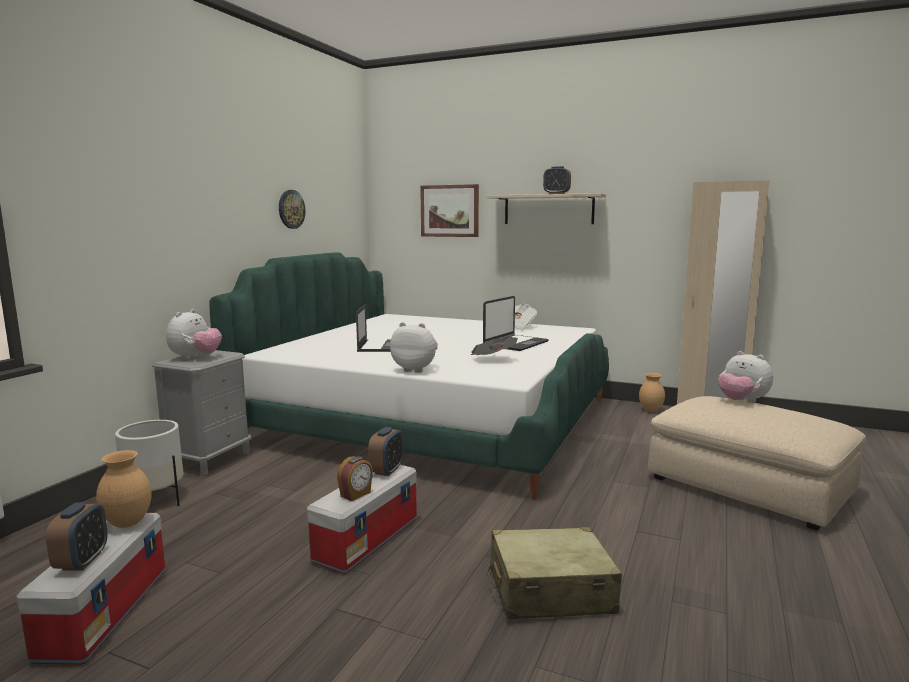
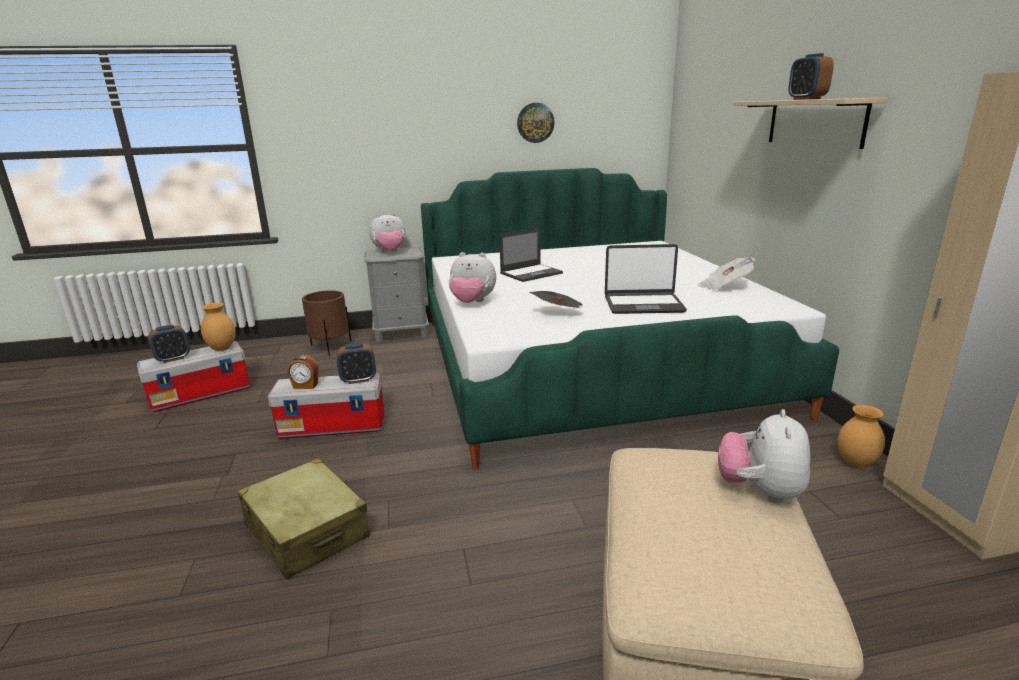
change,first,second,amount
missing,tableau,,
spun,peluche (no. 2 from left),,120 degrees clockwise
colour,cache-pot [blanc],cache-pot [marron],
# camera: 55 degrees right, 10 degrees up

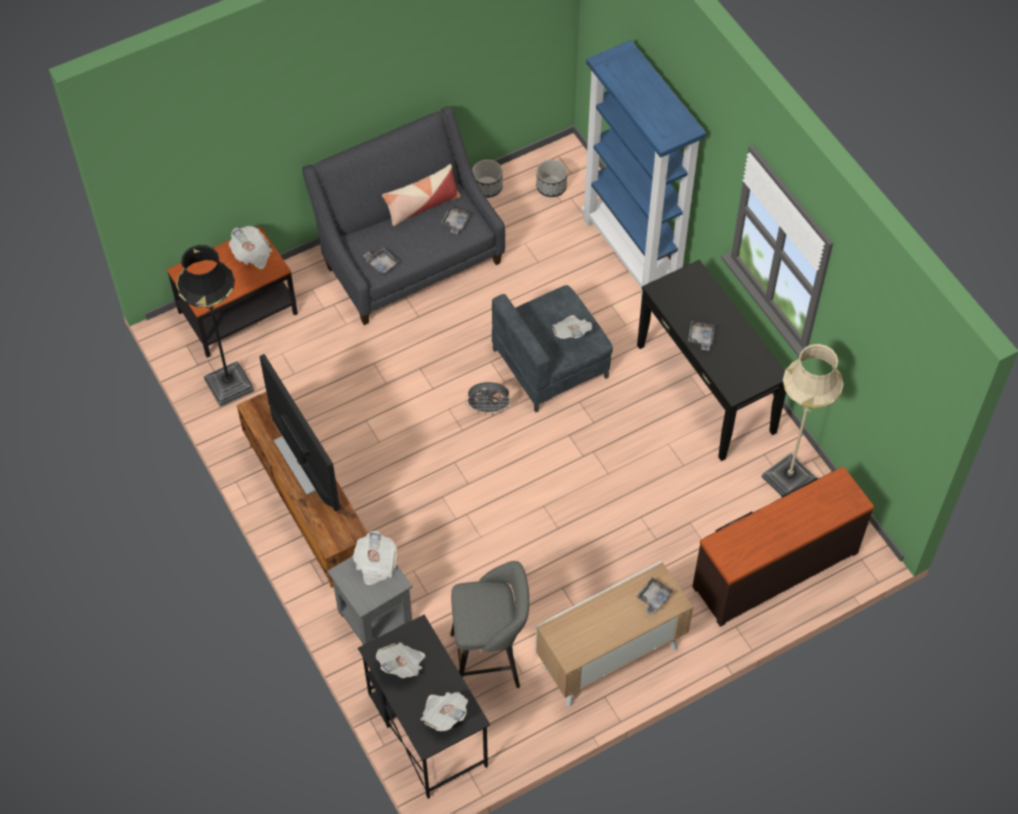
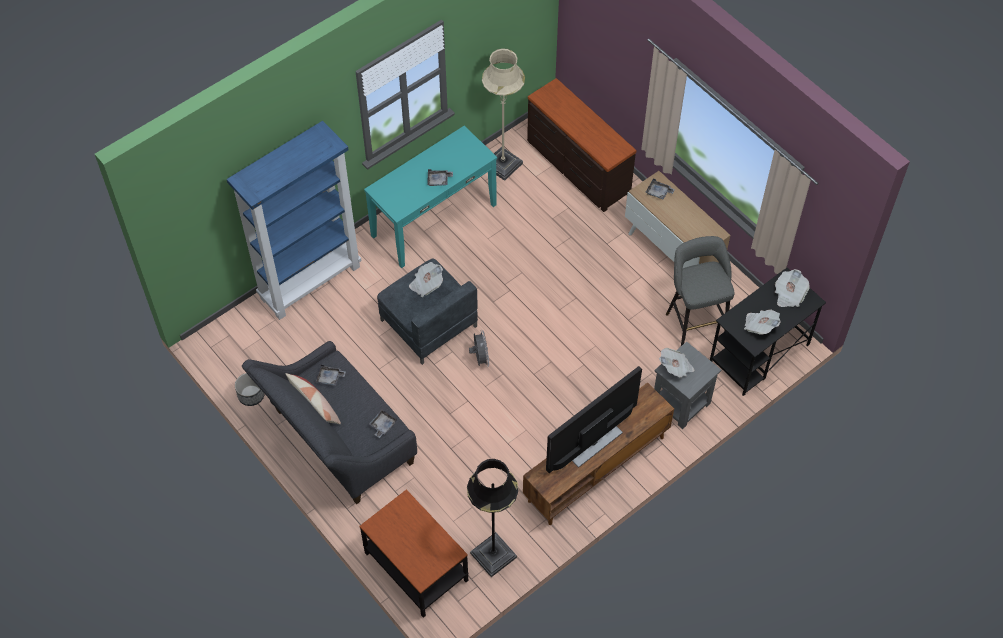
change,first,second,amount
missing,cache-pot (no. 2 from left),,
missing,journal (no. 1 from left),,
colour,table console [noir],table console [turquoise],
# camera: 100 degrees left, 0 degrees up

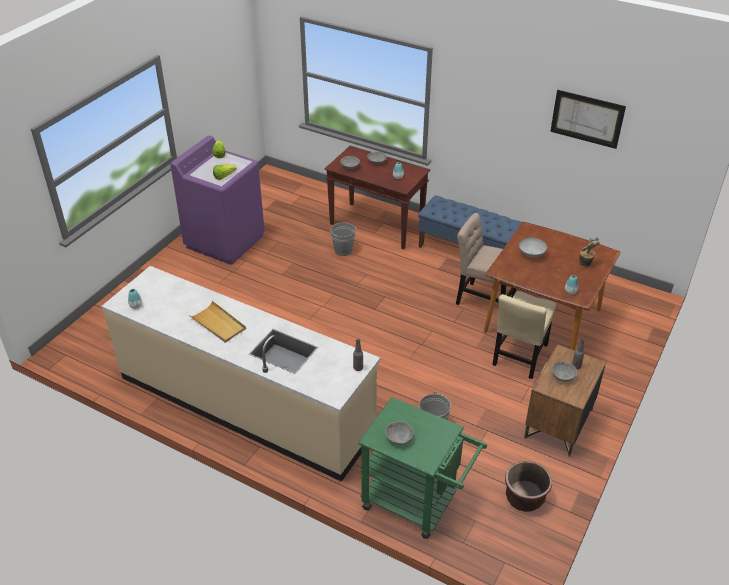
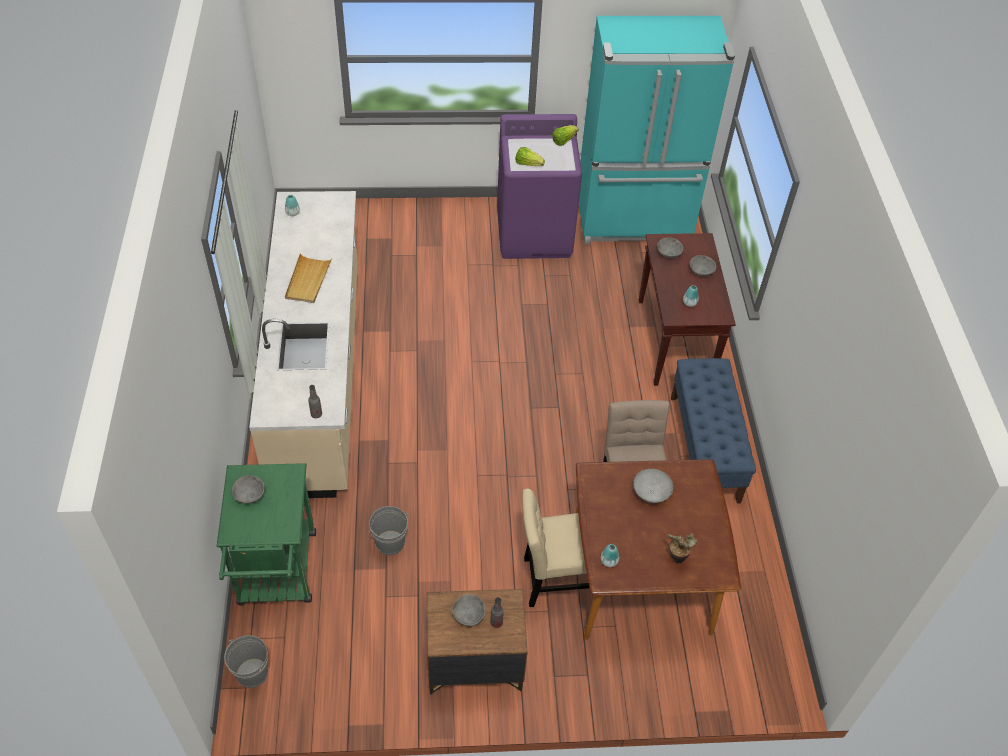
change,first,second,amount
missing,tableau,,
relocated,seau [gris] (no. 1 from left),,
missing,cache-pot [marron],,
appeared,,réfrigérateur [turquoise],
# camera: 55 degrees right, 10 degrees up

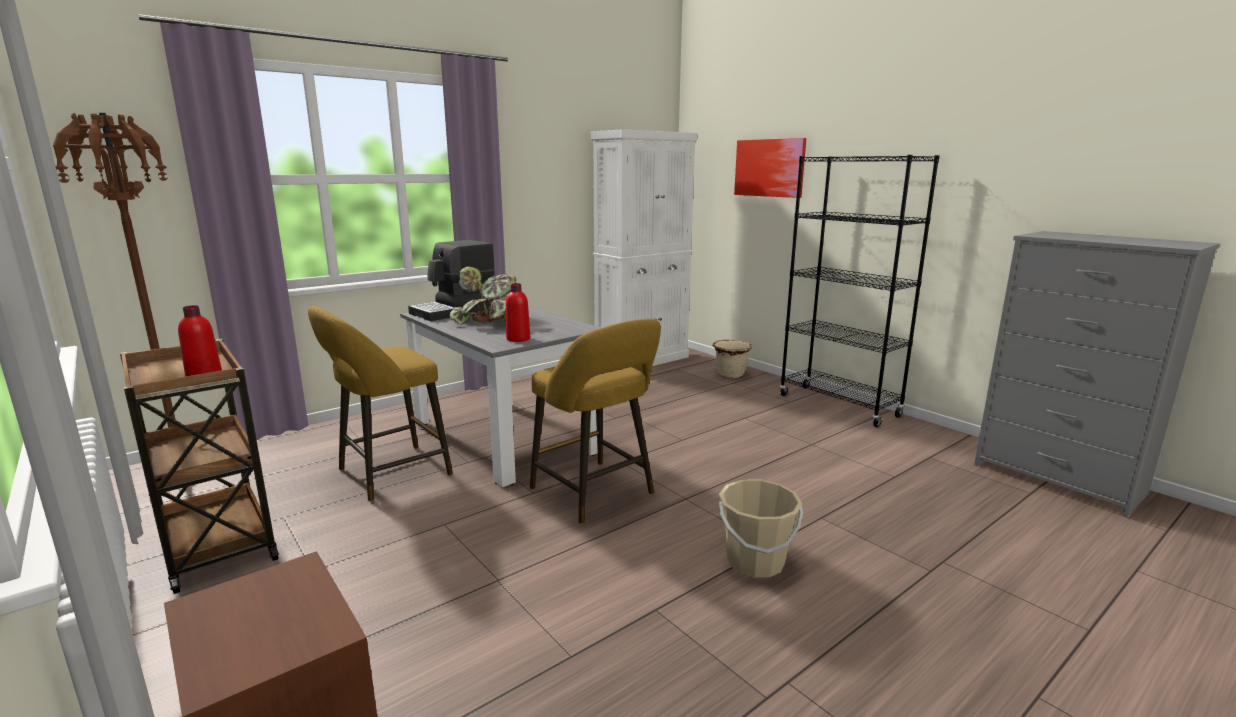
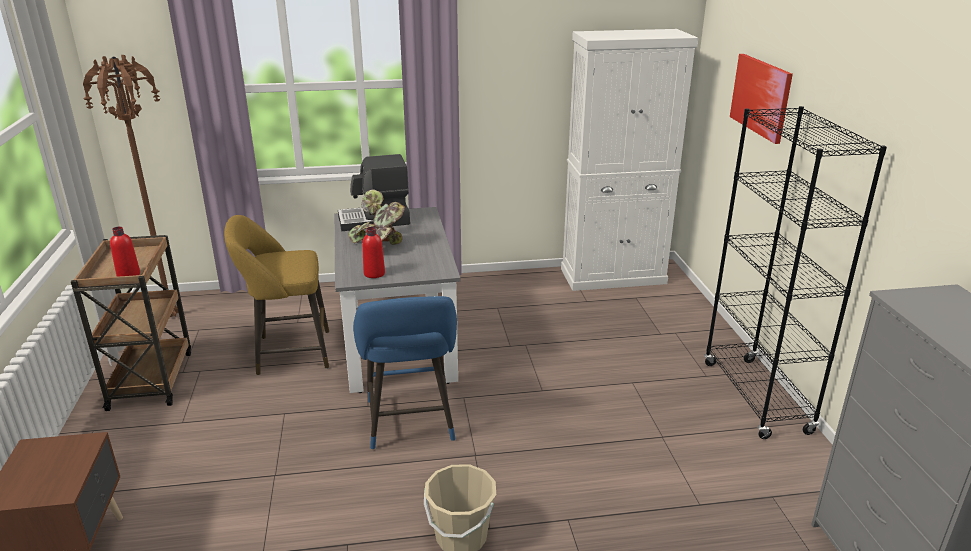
change,first,second,amount
colour,tabouret [jaune] (no. 2 from left),tabouret [bleu],
missing,cache-pot [beige],,
# camera: 30 degrees right, 10 degrees up

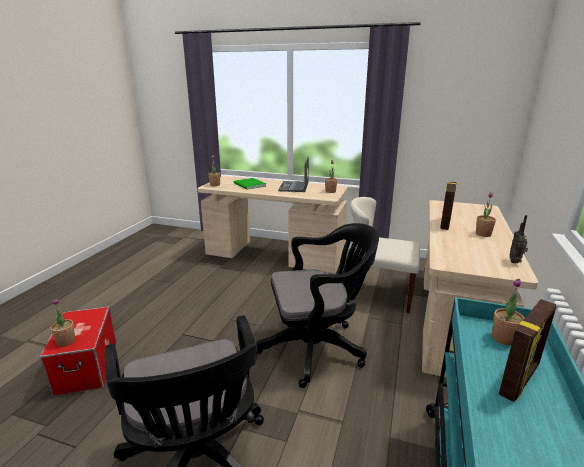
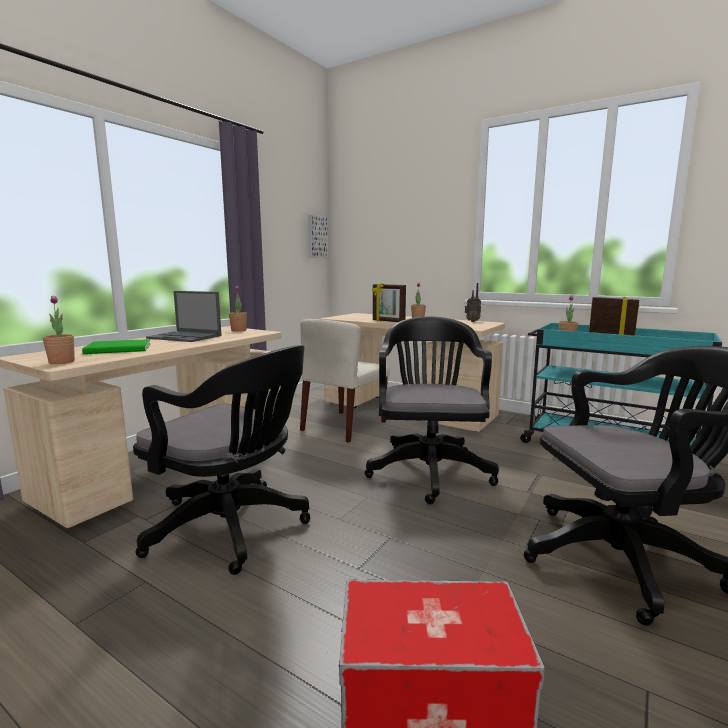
change,first,second,amount
missing,plante en pot (no. 1 from left),,
appeared,,tableau,
appeared,,chaise de bureau [noir] (no. 1 from left),
# camera: 75 degrees left, 10 degrees down

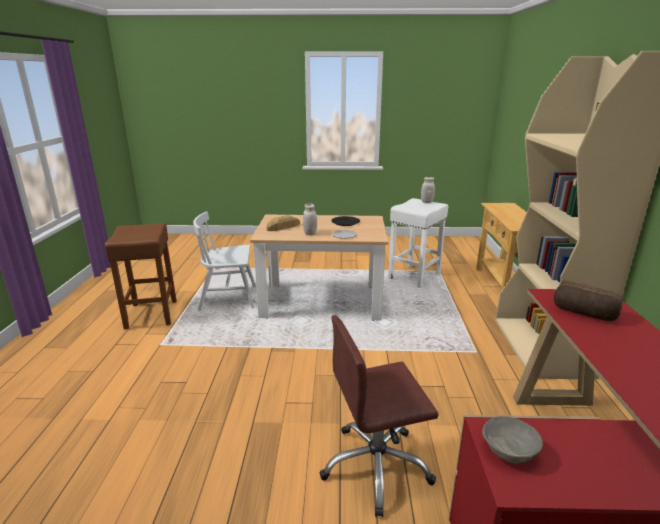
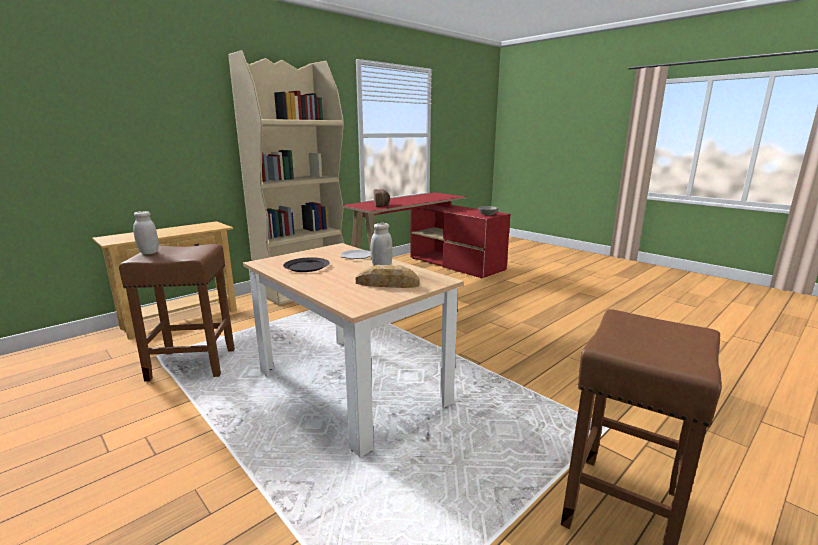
change,first,second,amount
colour,tabouret [blanc],tabouret [marron] (no. 1 from left),
missing,chaise [blanc],,
missing,chaise de bureau [marron],,
# camera: 135 degrees left, 5 degrees down

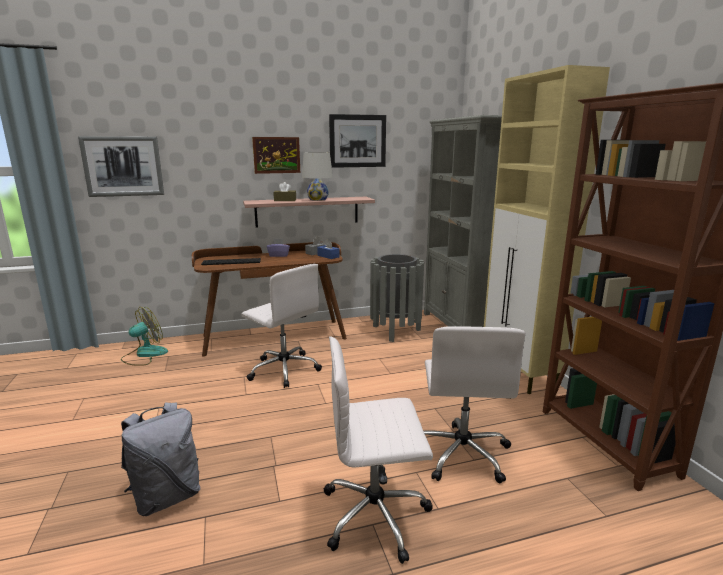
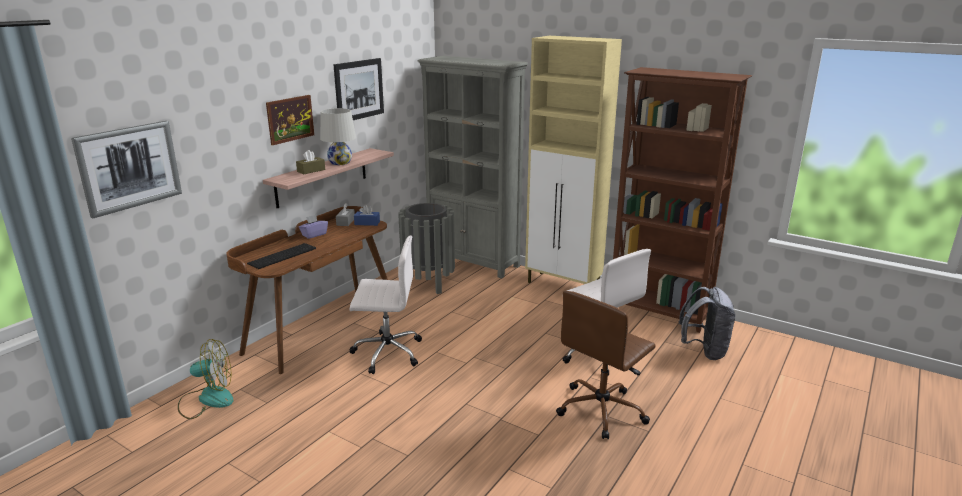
change,first,second,amount
spun,ventilateur,,75 degrees clockwise
colour,chaise de bureau [blanc] (no. 2 from left),chaise de bureau [marron],
relocated,sac à dos [gris],,
# camera: 40 degrees left, 5 degrees up

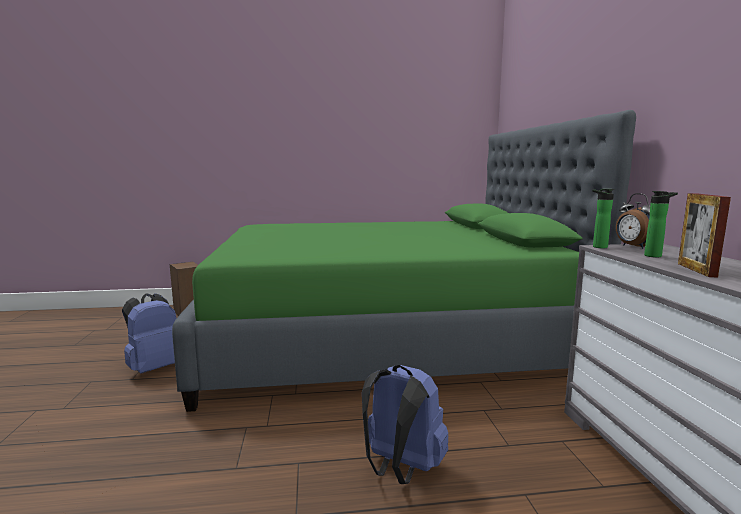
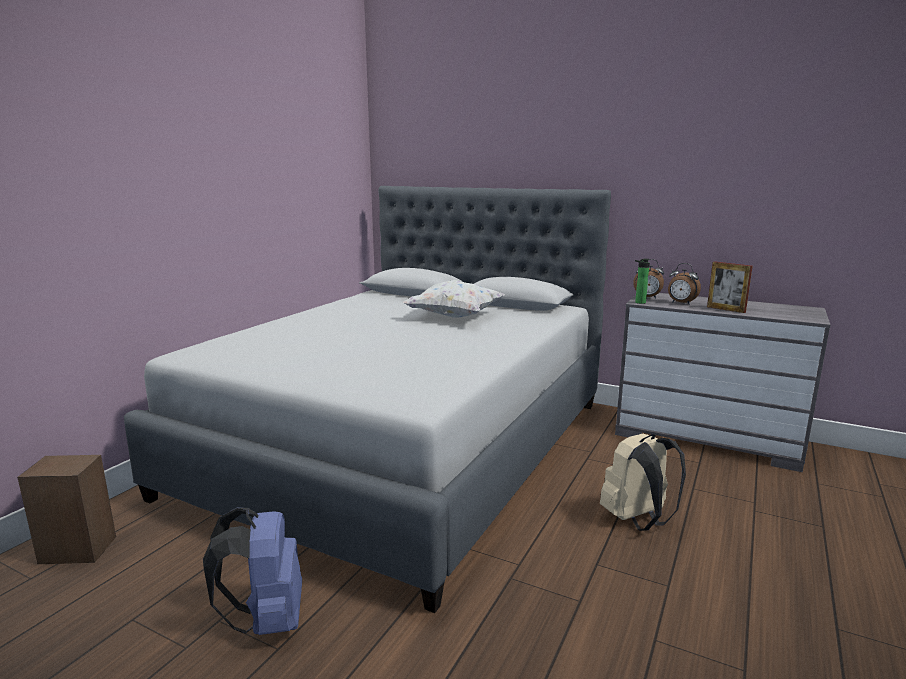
change,first,second,amount
colour,lit [vert],lit [gris],
exchanged,bouteille (no. 2 from left),réveil (no. 2 from left),
colour,sac à dos [bleu] (no. 2 from left),sac à dos [beige],
appeared,,coussin [blanc],
# camera: 55 degrees left, 5 degrees up

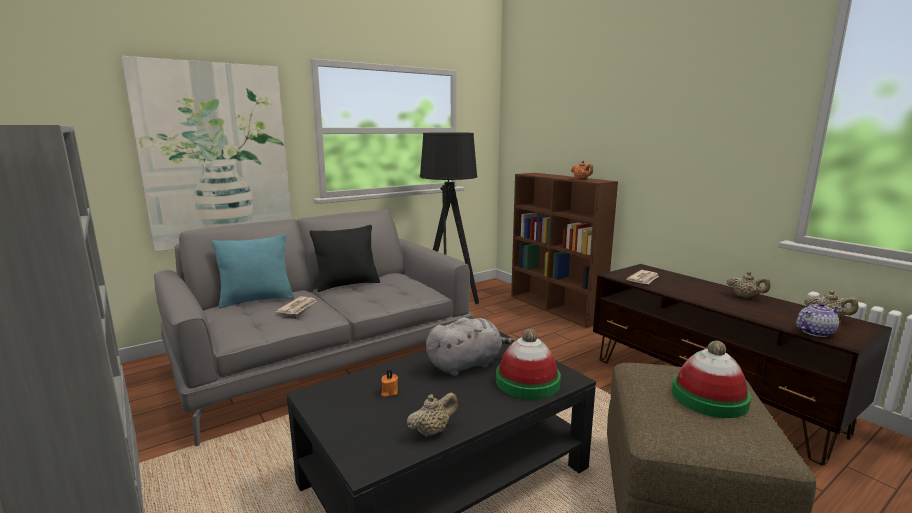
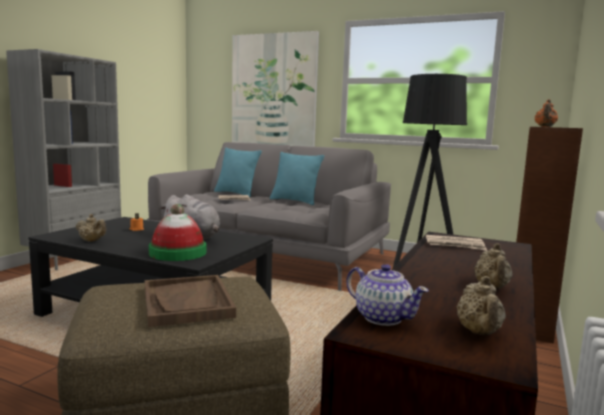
change,first,second,amount
colour,coussin [noir],coussin [turquoise] (no. 2 from left),
exchanged,chapeau (no. 2 from left),plateau [marron],
# camera: 60 degrees right, 5 degrees down

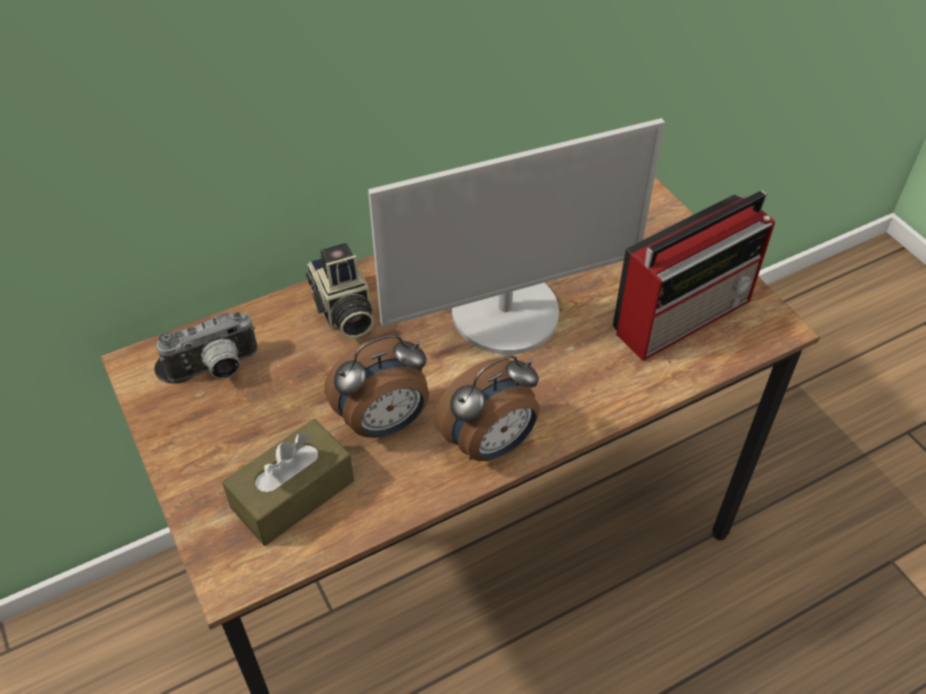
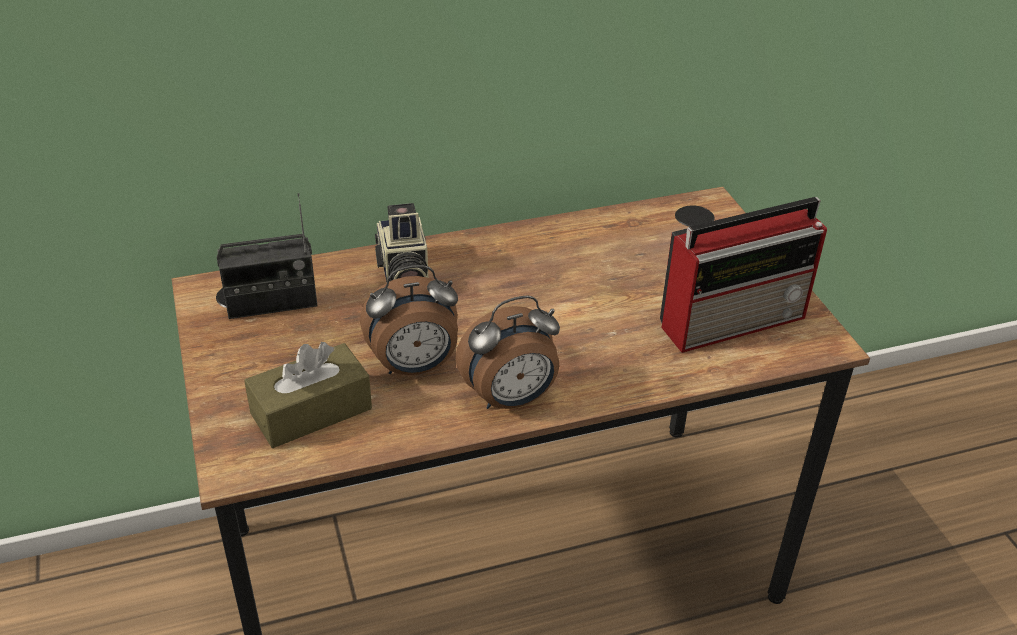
change,first,second,amount
missing,écran d'ordinateur,,
exchanged,appareil photo (no. 1 from left),radio (no. 1 from left),
# camera: 10 degrees right, 10 degrees down

